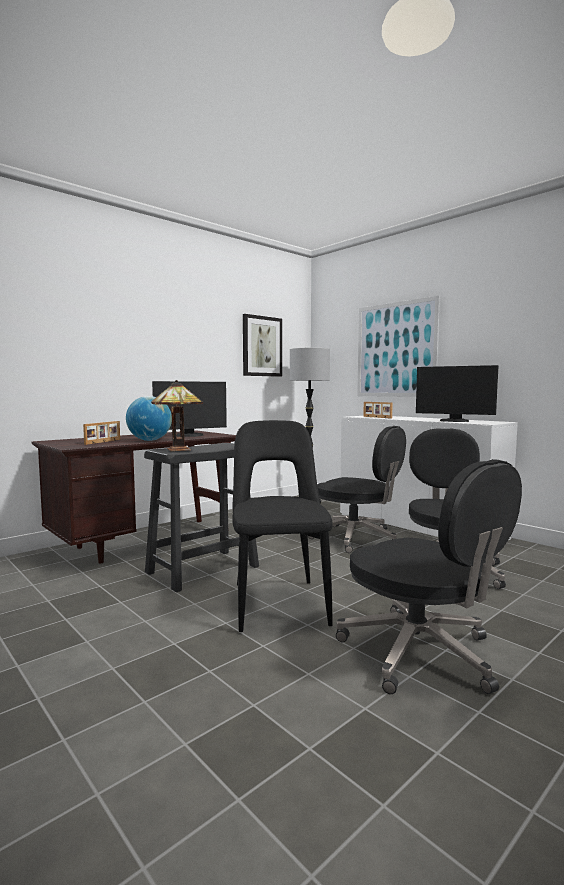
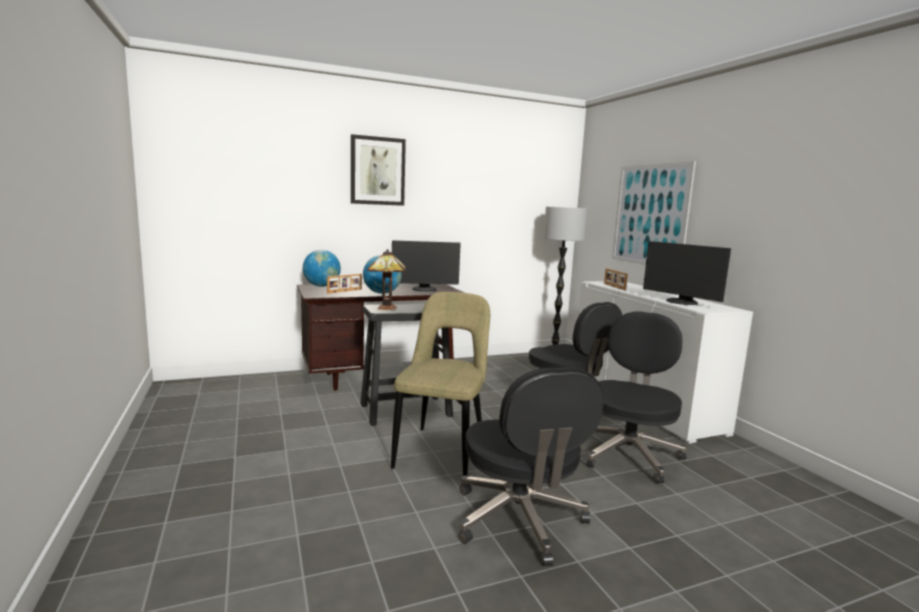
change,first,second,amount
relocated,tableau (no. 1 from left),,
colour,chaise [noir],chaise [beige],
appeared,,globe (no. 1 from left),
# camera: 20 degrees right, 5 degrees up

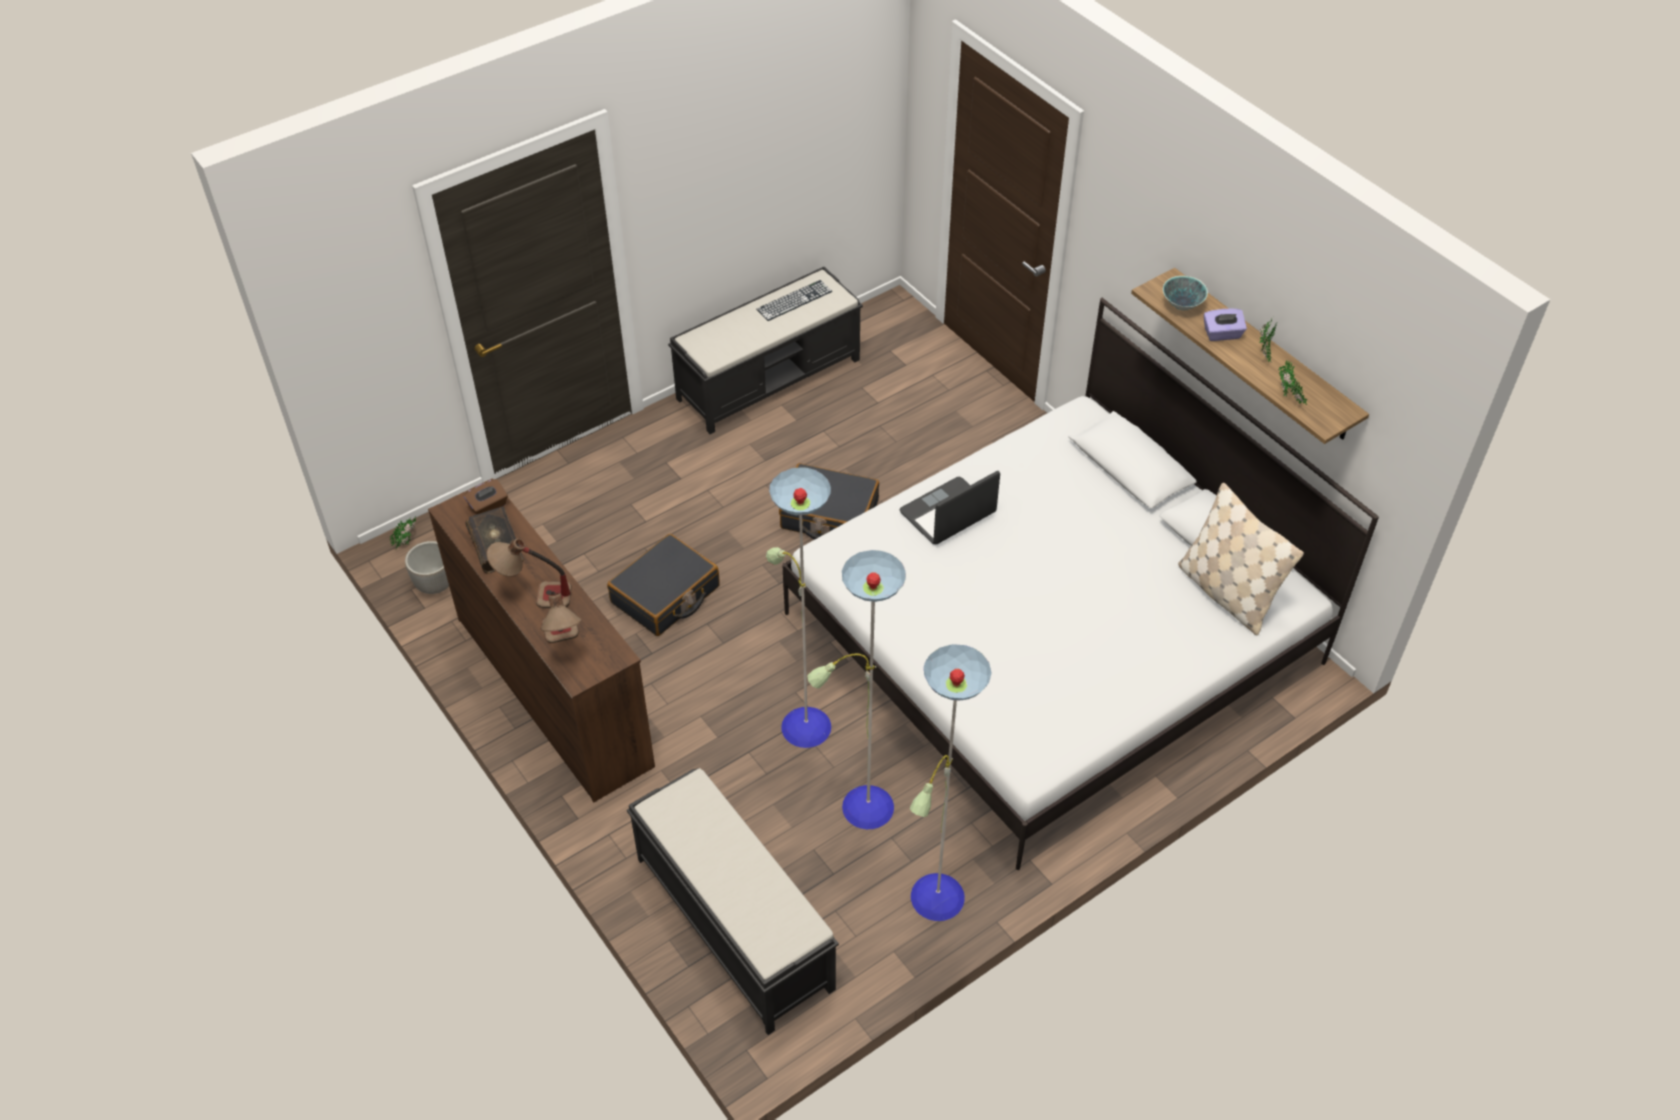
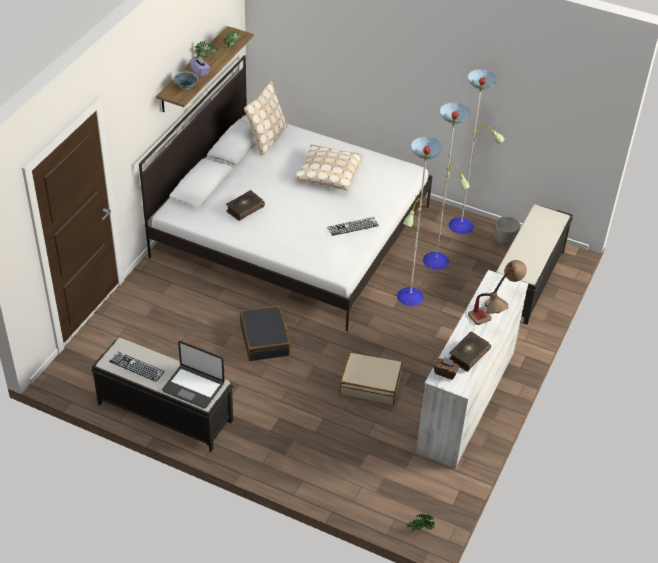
change,first,second,amount
relocated,ordinateur portable,,
colour,commode [marron],commode [blanc],
colour,valise [noir] (no. 1 from left),valise [beige],
relocated,cache-pot,,
appeared,,coussin [beige] (no. 2 from left),
appeared,,livre (no. 1 from left),
appeared,,clavier (no. 2 from left),
# camera: 120 degrees left, 5 degrees down

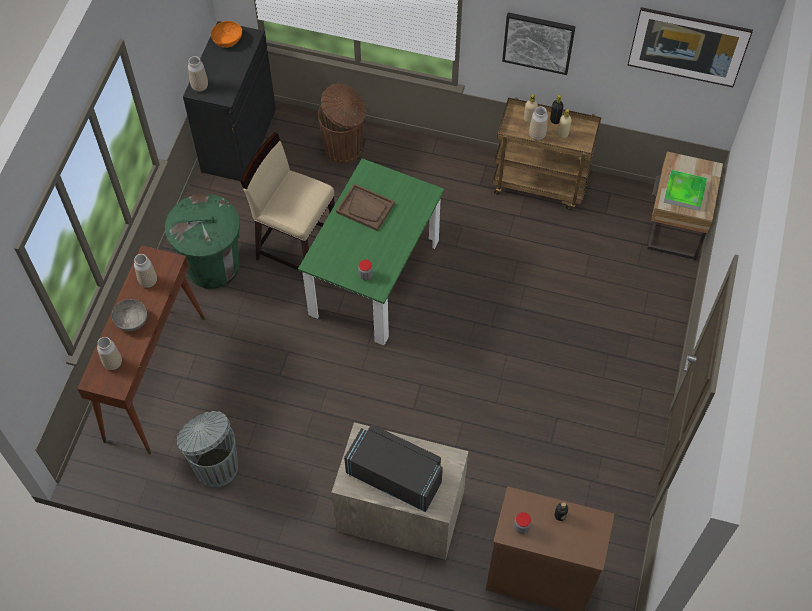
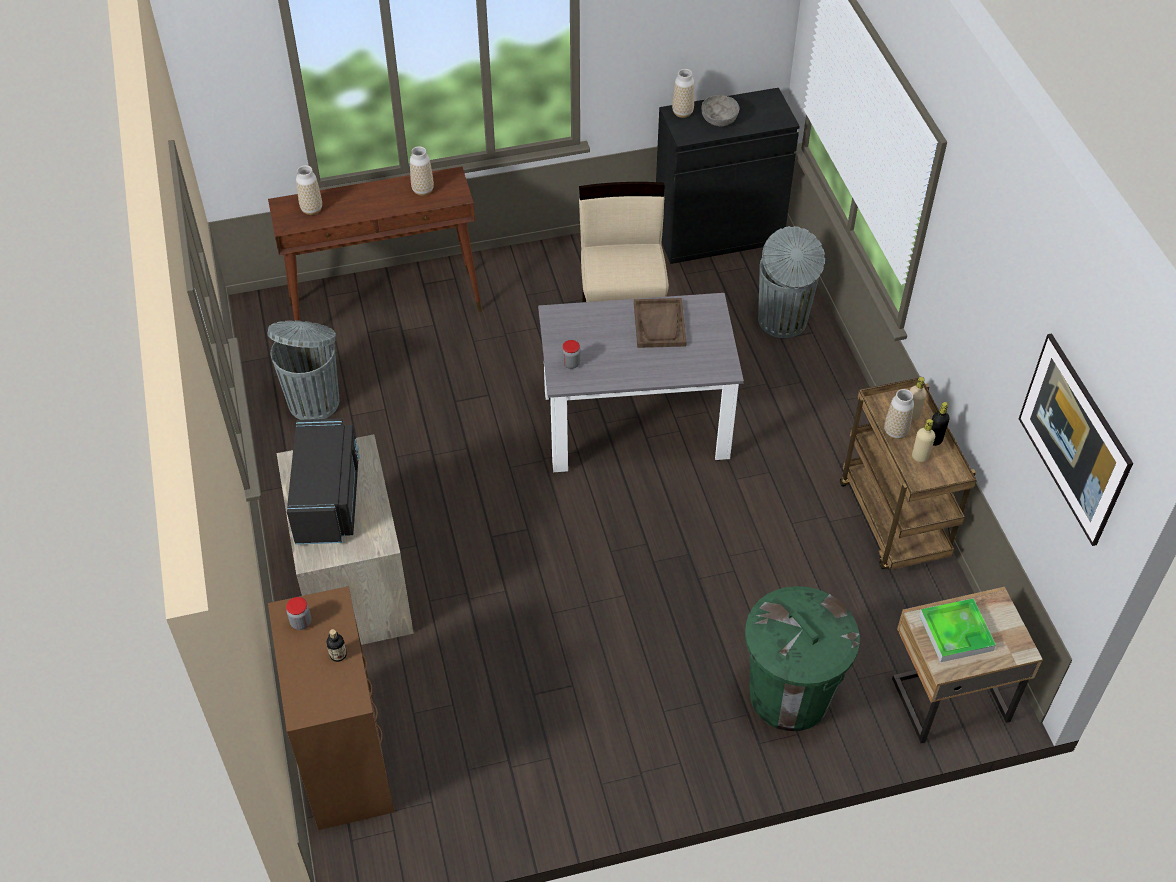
change,first,second,amount
missing,tableau (no. 1 from left),,
missing,bol [orange],,
colour,poubelle [marron],poubelle [gris] (no. 2 from left),
colour,table à manger [vert],table à manger [gris],
relocated,poubelle [vert],,
relocated,bol [gris],,
# camera: 60 degrees right, 10 degrees down

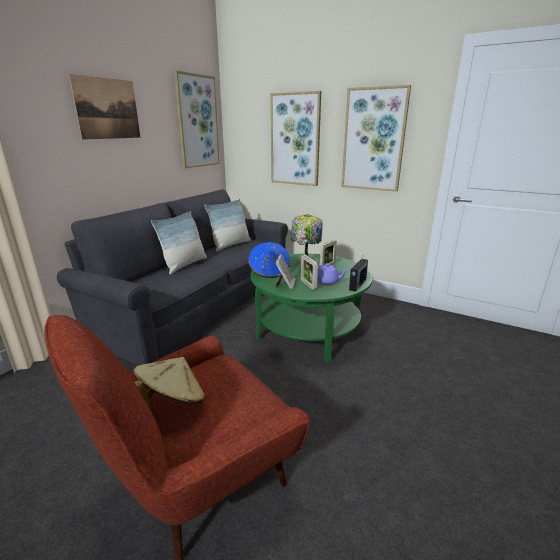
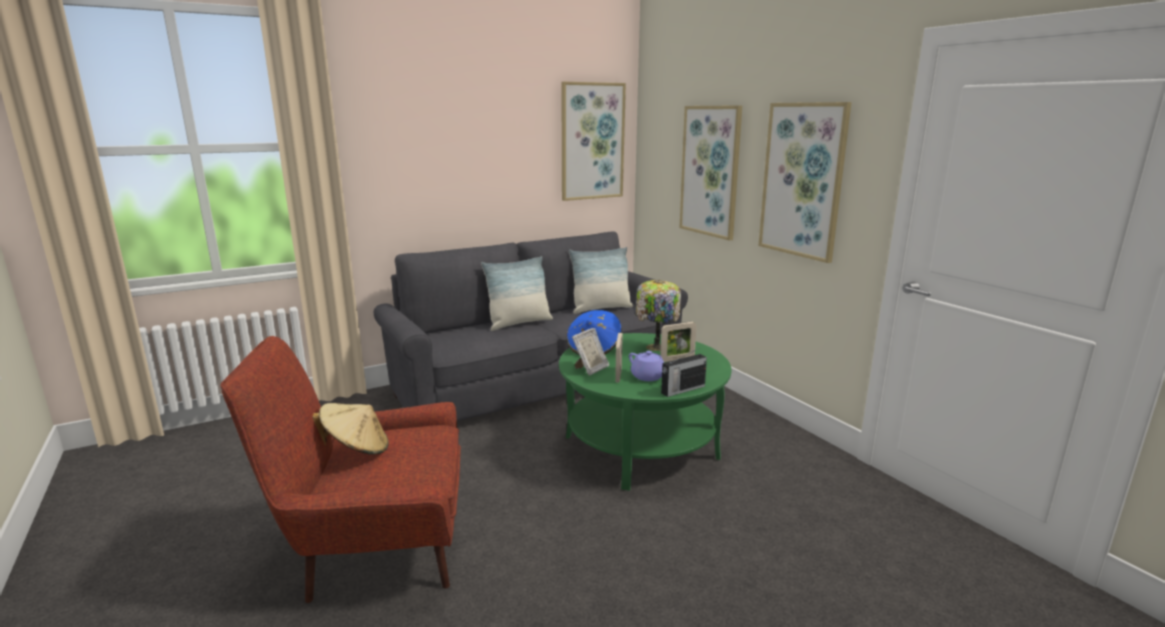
change,first,second,amount
missing,tableau (no. 1 from left),,
# camera: 30 degrees right, 5 degrees down

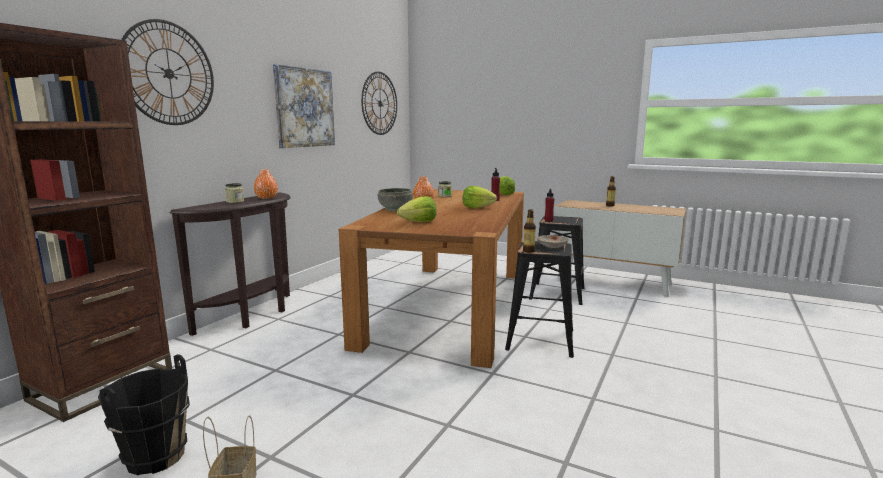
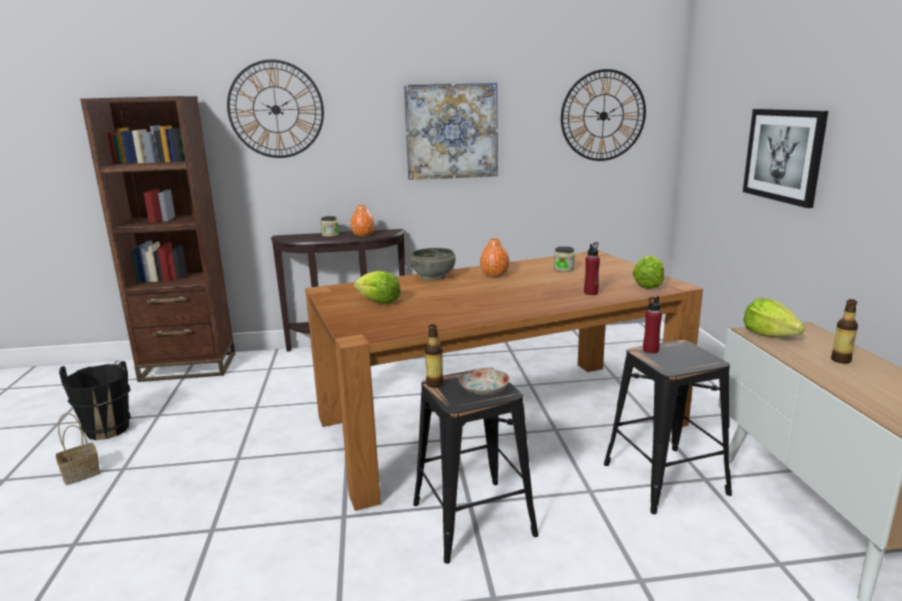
change,first,second,amount
relocated,laitue (no. 2 from left in the first image),laitue (no. 3 from left),
appeared,,tableau (no. 2 from left),
# camera: 55 degrees right, 5 degrees up

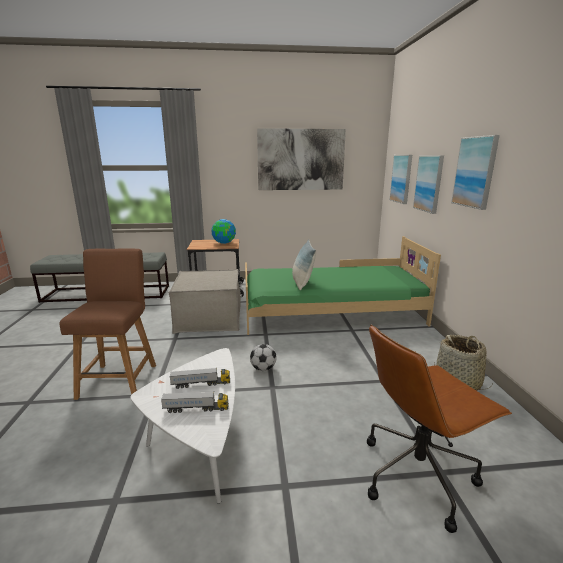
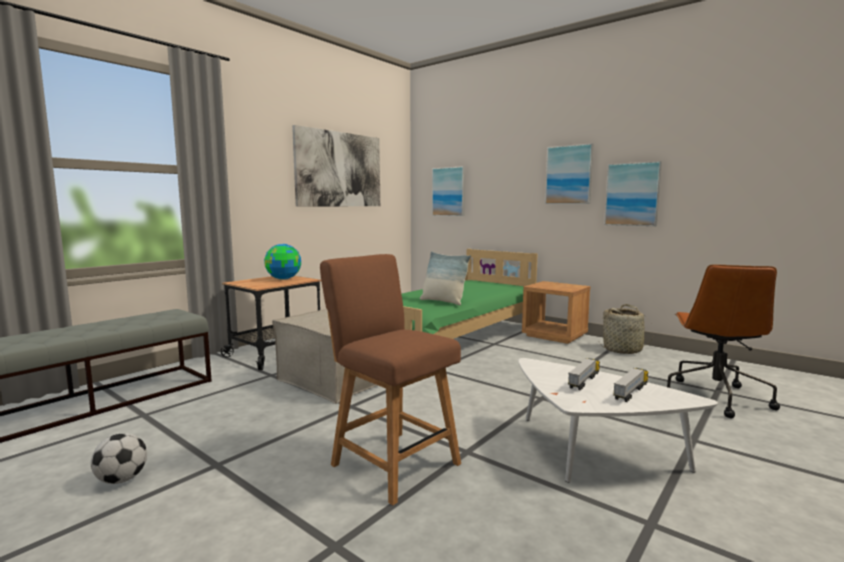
change,first,second,amount
relocated,tableau (no. 3 from left in the first image),tableau (no. 4 from left),
relocated,ballon de foot,,
appeared,,table de chevet [marron],
# camera: 45 degrees left, 10 degrees down

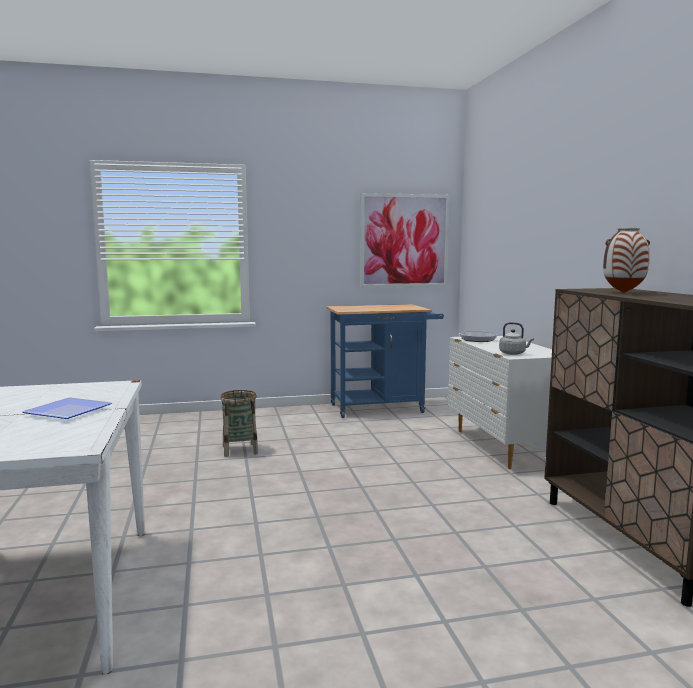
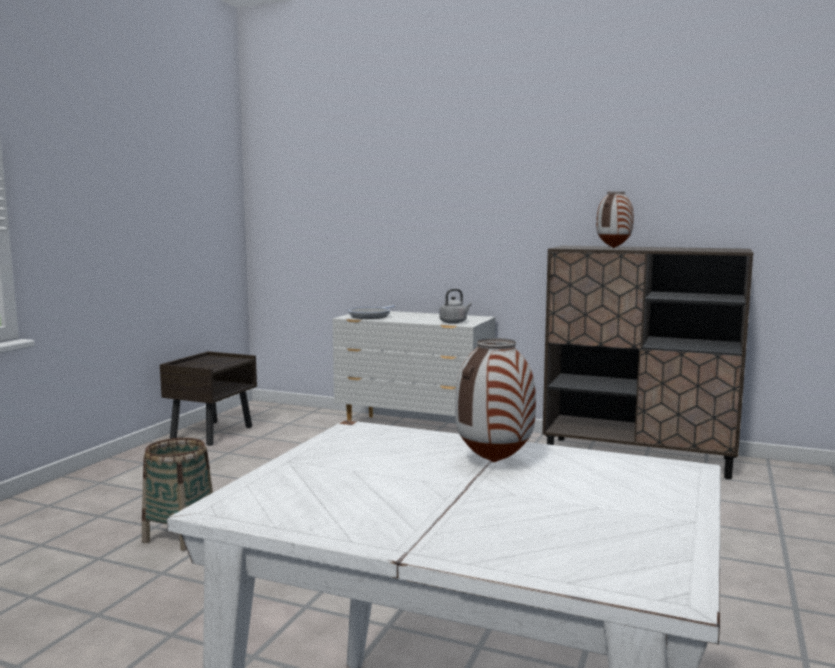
change,first,second,amount
missing,tableau,,
exchanged,chariot [bleu],table de chevet [marron],
exchanged,assiette,vase (no. 1 from left),
# camera: 55 degrees left, 0 degrees up

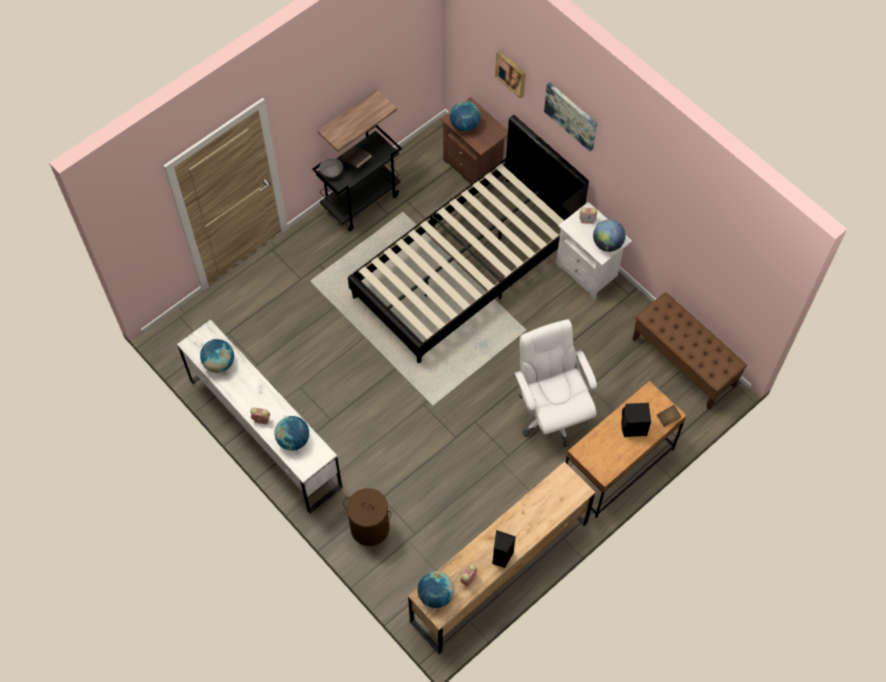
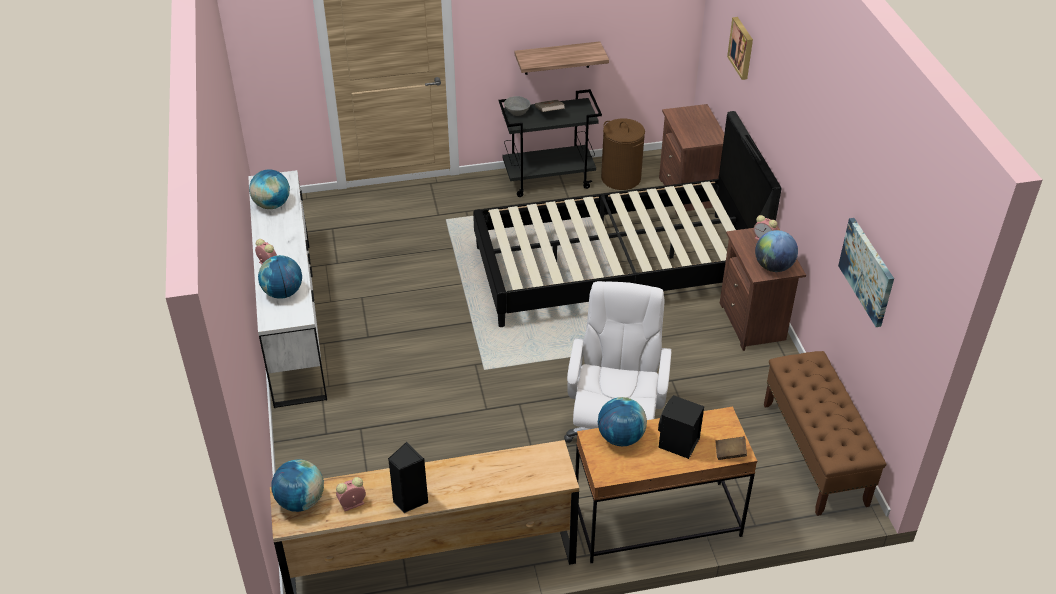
change,first,second,amount
relocated,tableau (no. 2 from left),,
relocated,globe (no. 4 from left),,
colour,table de chevet [blanc],table de chevet [marron] (no. 2 from left),
relocated,panier à linge [marron],,
# camera: 30 degrees right, 20 degrees down

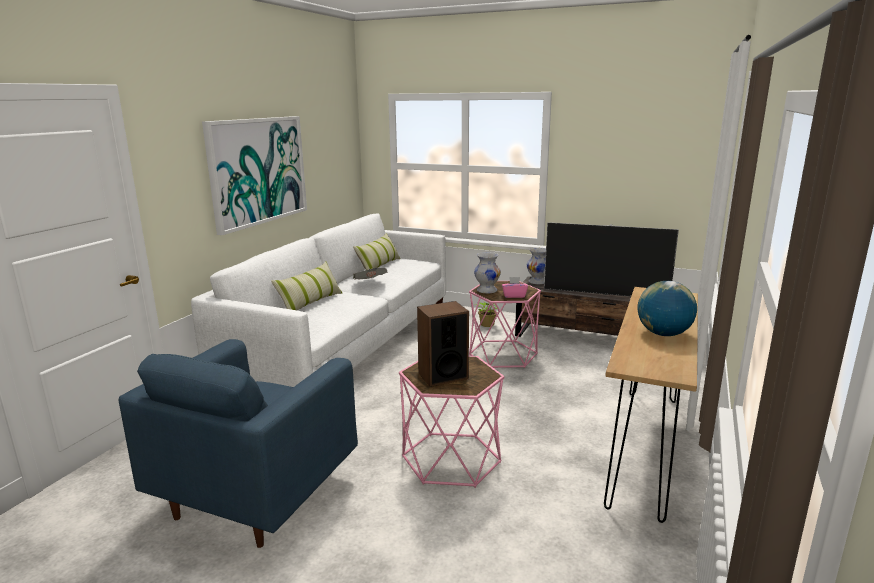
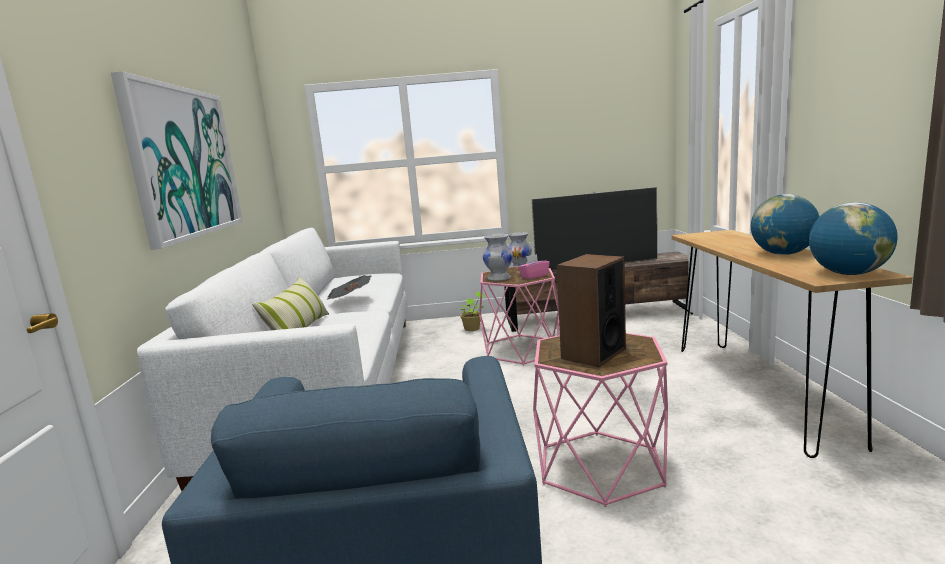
change,first,second,amount
missing,coussin (no. 2 from left),,
appeared,,globe (no. 2 from left),
# camera: 25 degrees left, 5 degrees down

